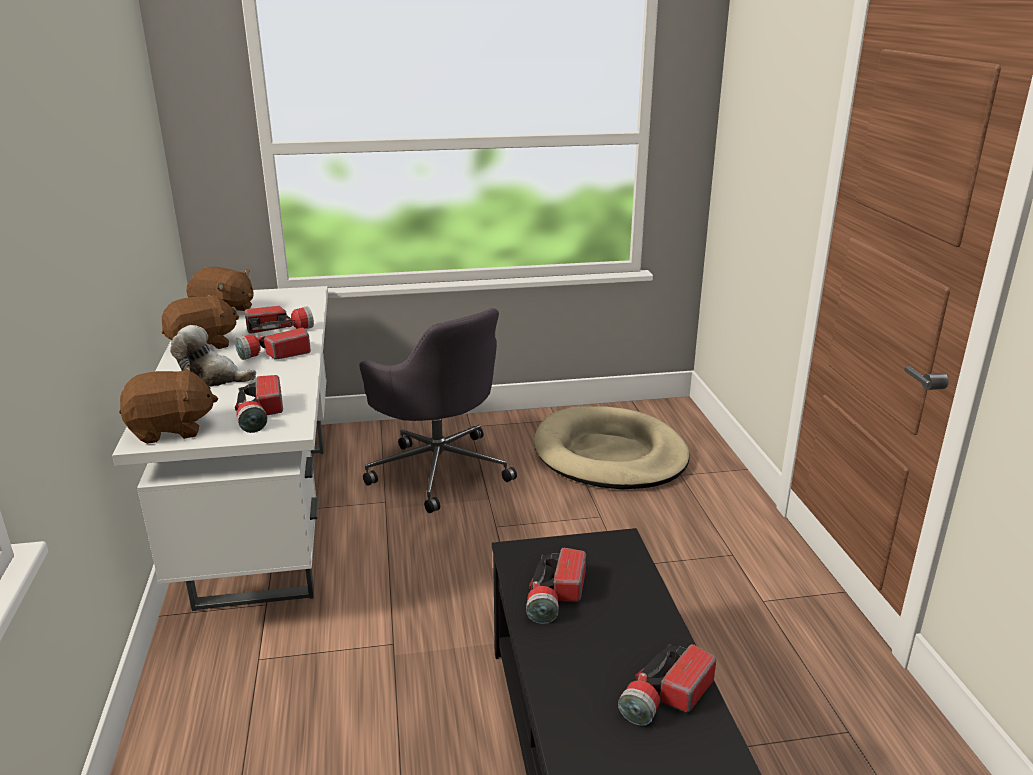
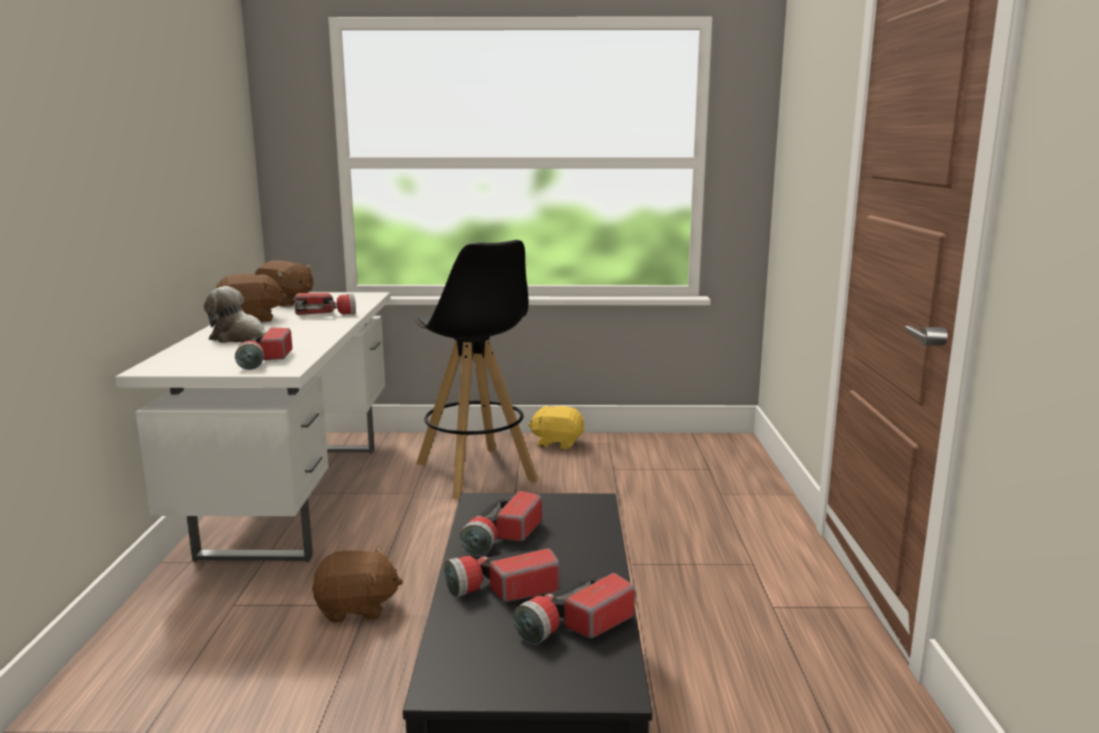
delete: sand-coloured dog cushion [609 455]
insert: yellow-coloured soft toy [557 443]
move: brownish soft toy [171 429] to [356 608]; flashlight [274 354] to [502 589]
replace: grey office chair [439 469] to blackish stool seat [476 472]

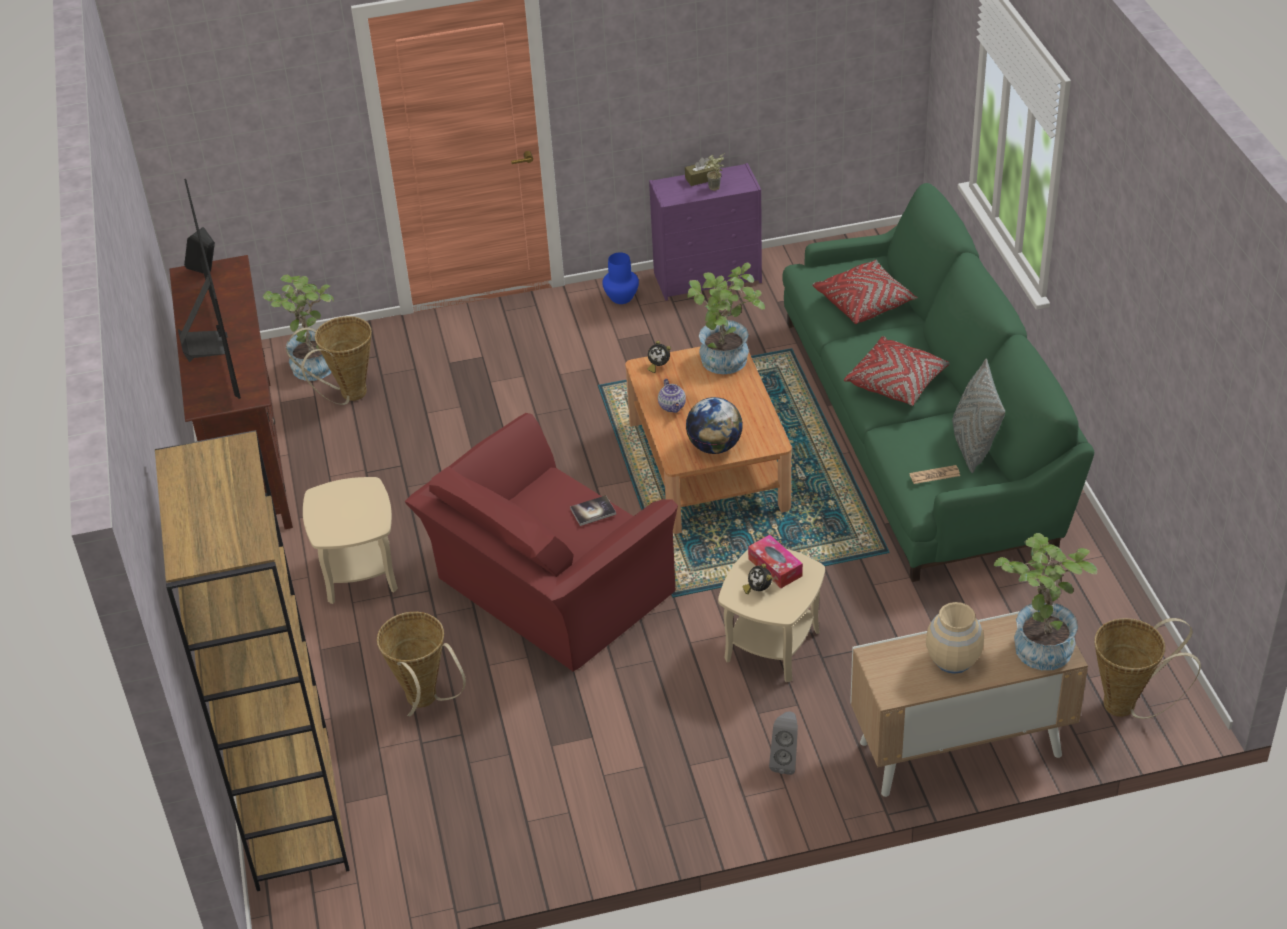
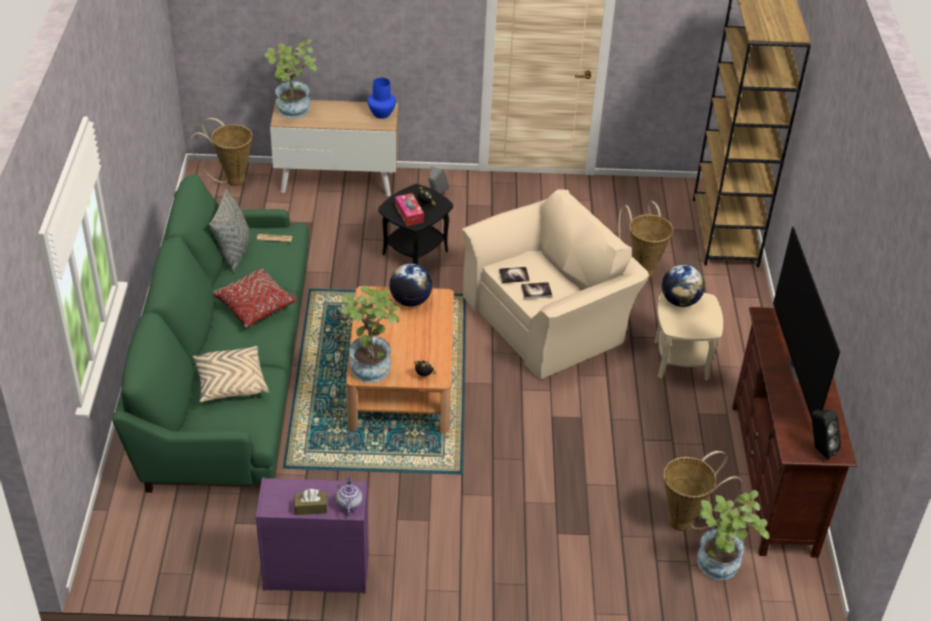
delete: houseplant [713 189]; sand-coloured flower vase [953 659]
insert: volume [536 291]; world globe [680 301]
move: pot for tea [672 407] to [348 504]; blue flower vase [622 297] to [381 114]
recolor: reddish throw pillow [864 303] to sand-coloured throw pillow [230 383]; sand-coloured end table [772 646] to blackish end table [415 252]; reddish lounge chair [547 591] to sand-coloured lounge chair [548 317]

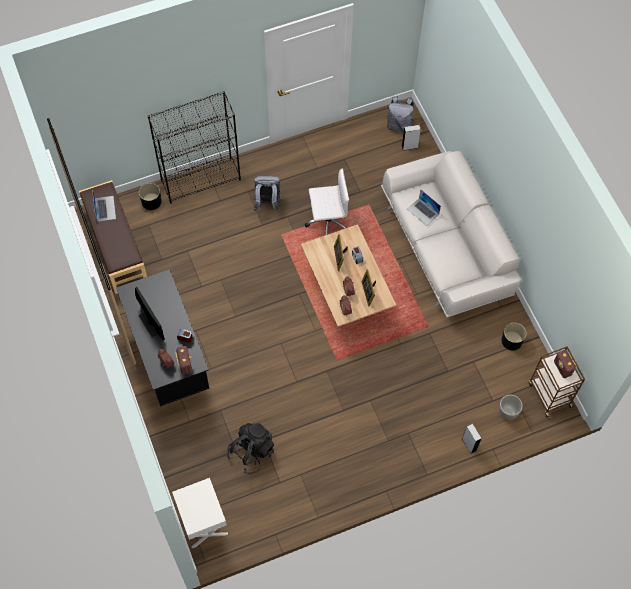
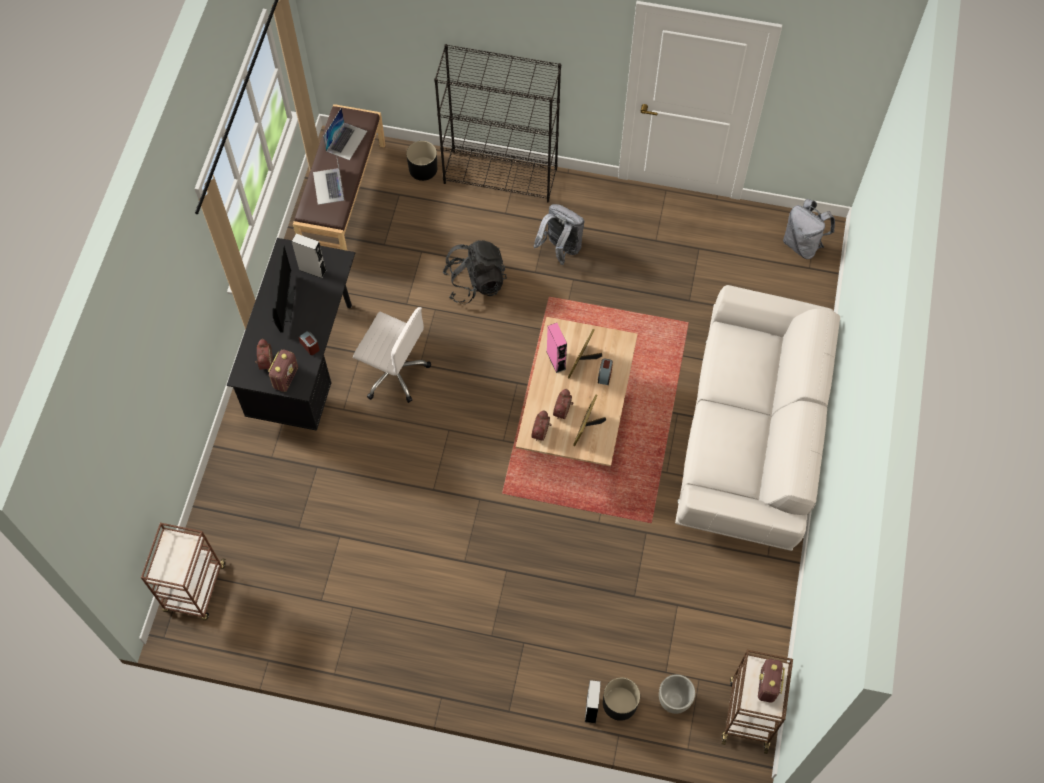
insert: pinkish audio speaker [556 360]
move: grey audio speaker [409 146] to [312 270]; laptop [423 212] to [328 186]; white-coloured office chair [327 223] to [393 372]; blackish rucksack [251 452] to [475 283]; blackish planter [511 340] to [619 703]
replace: white-coloured bedside table [202 523] to brownish trolley [195 589]

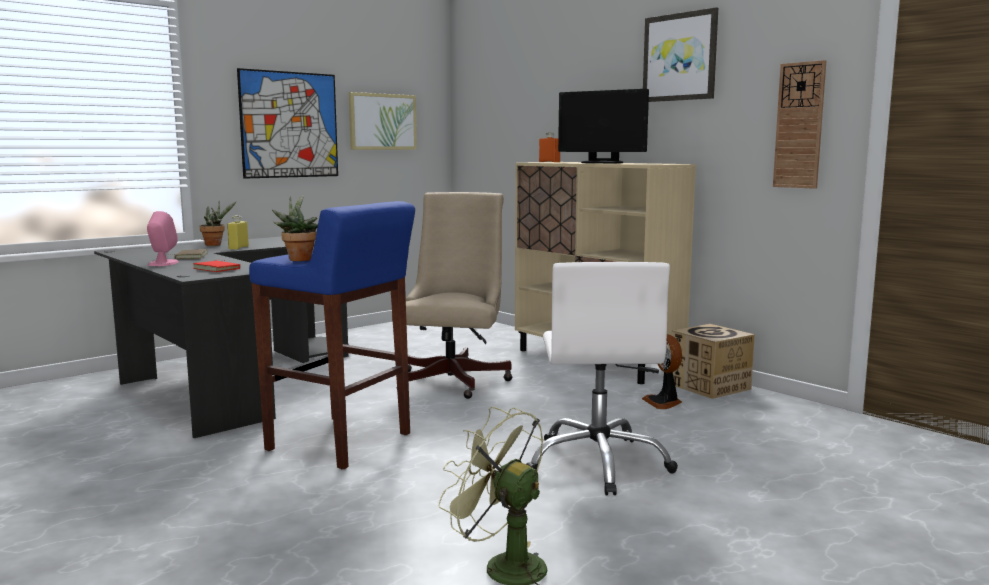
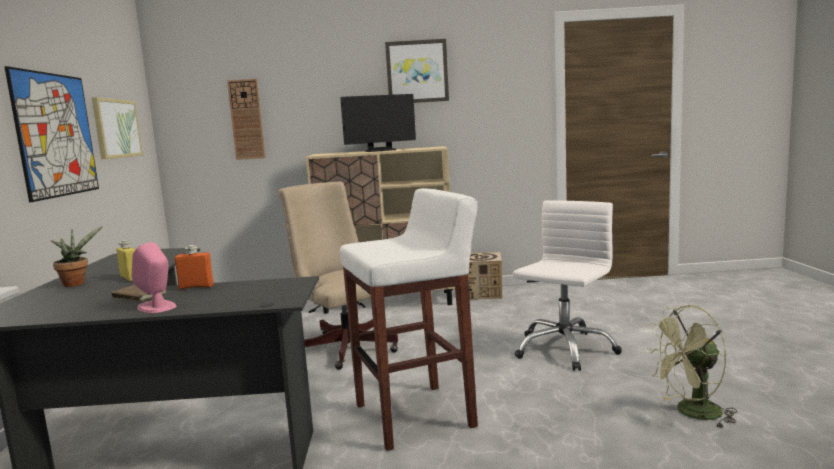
delete: reddish volume [218 269]; houseplant [299 259]; cooling fan [664 402]
move: orangey beverage bottle [549 162] to [196 287]; wall clock [799 125] to [246 119]
recolor: blue stool seat [341 442] to white-coloured stool seat [416 415]
rotate: white-coloured office chair [598 463] = [564 349] 90 degrees counterclockwise

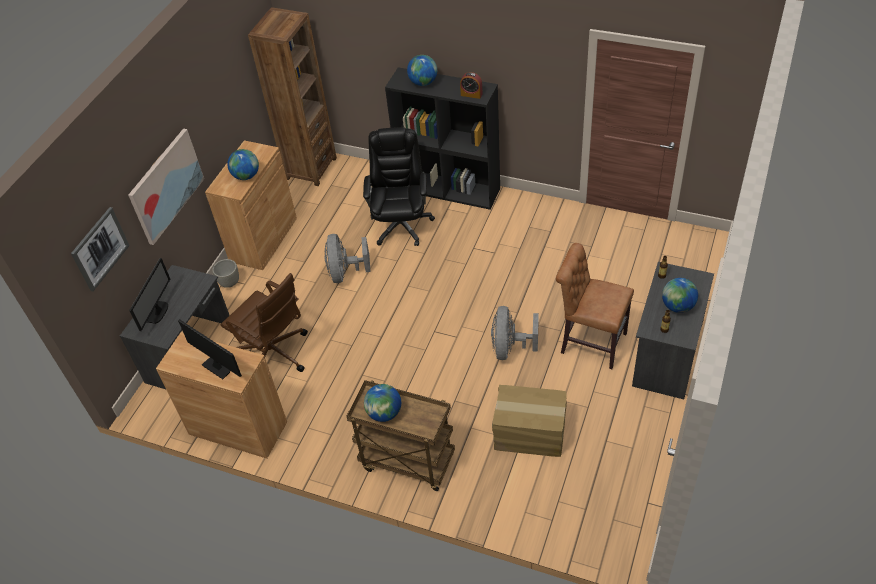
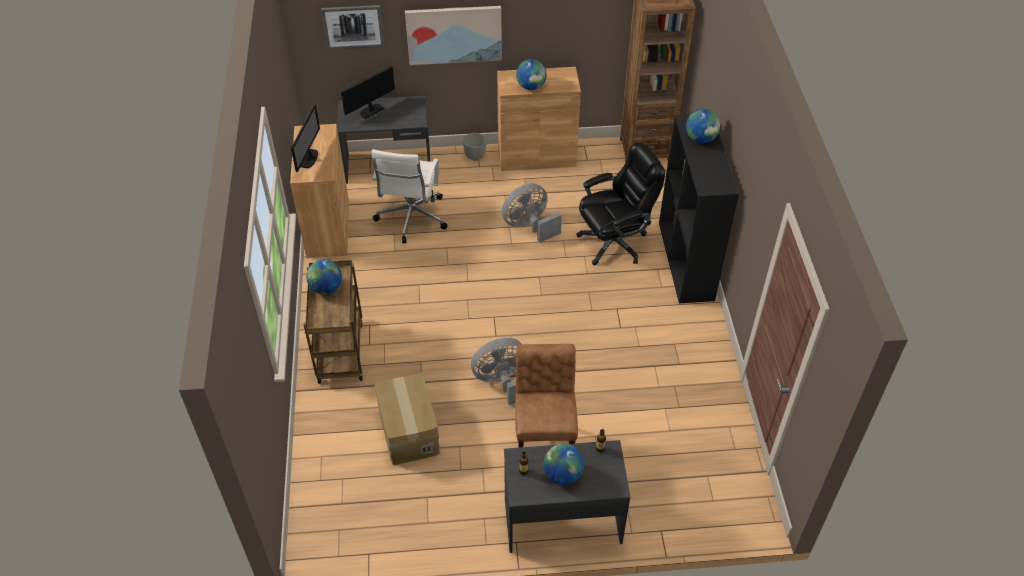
delete: bedside clock [471 94]
recolor: brownish office chair [274 355] to white-coloured office chair [411 218]
rotate: computer screen [159 312] = [371 111] 150 degrees clockwise

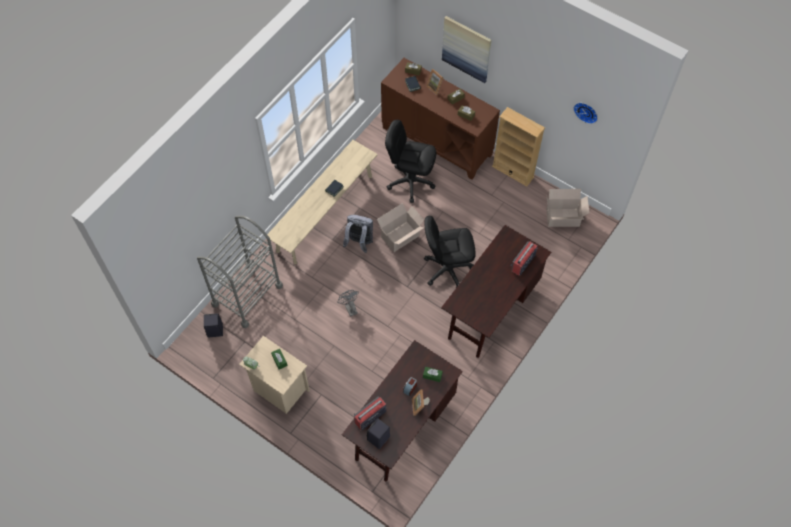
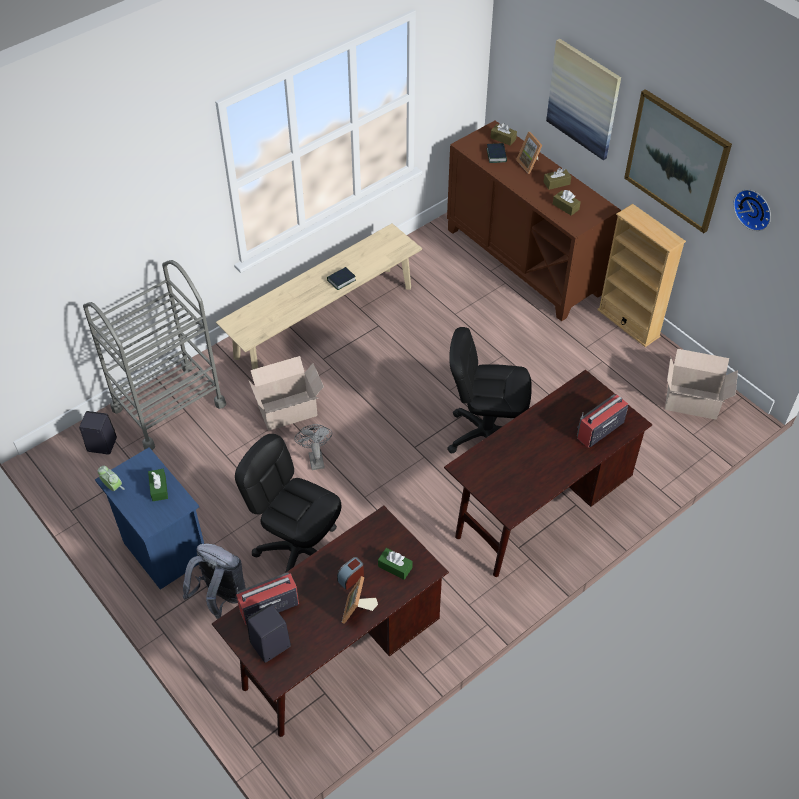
insert: wall picture [676 161]
move: grey rucksack [359 242] to [220 597]; blackish office chair [410 182] to [298 551]; packing box [401 236] to [289 410]
recolor: sand-coloured bedside table [279 389] to blue bedside table [163 551]

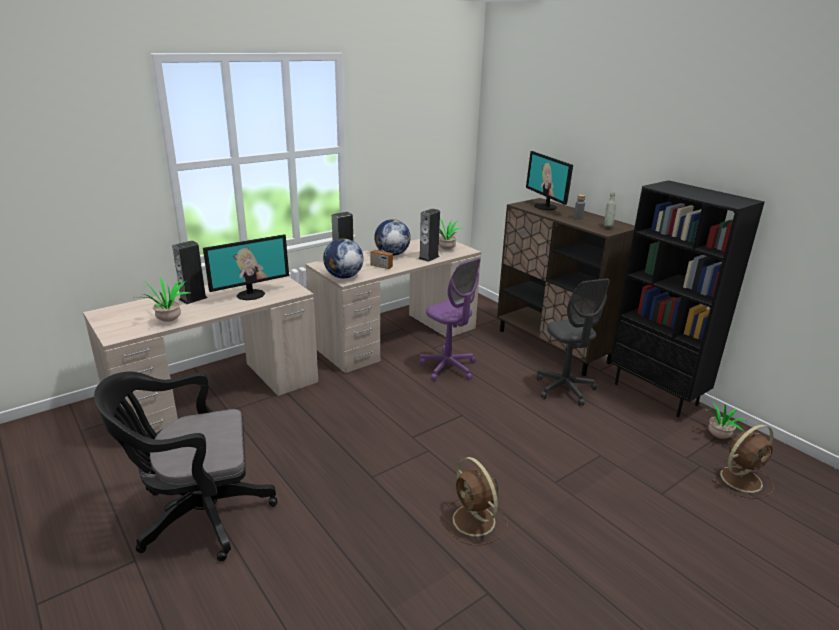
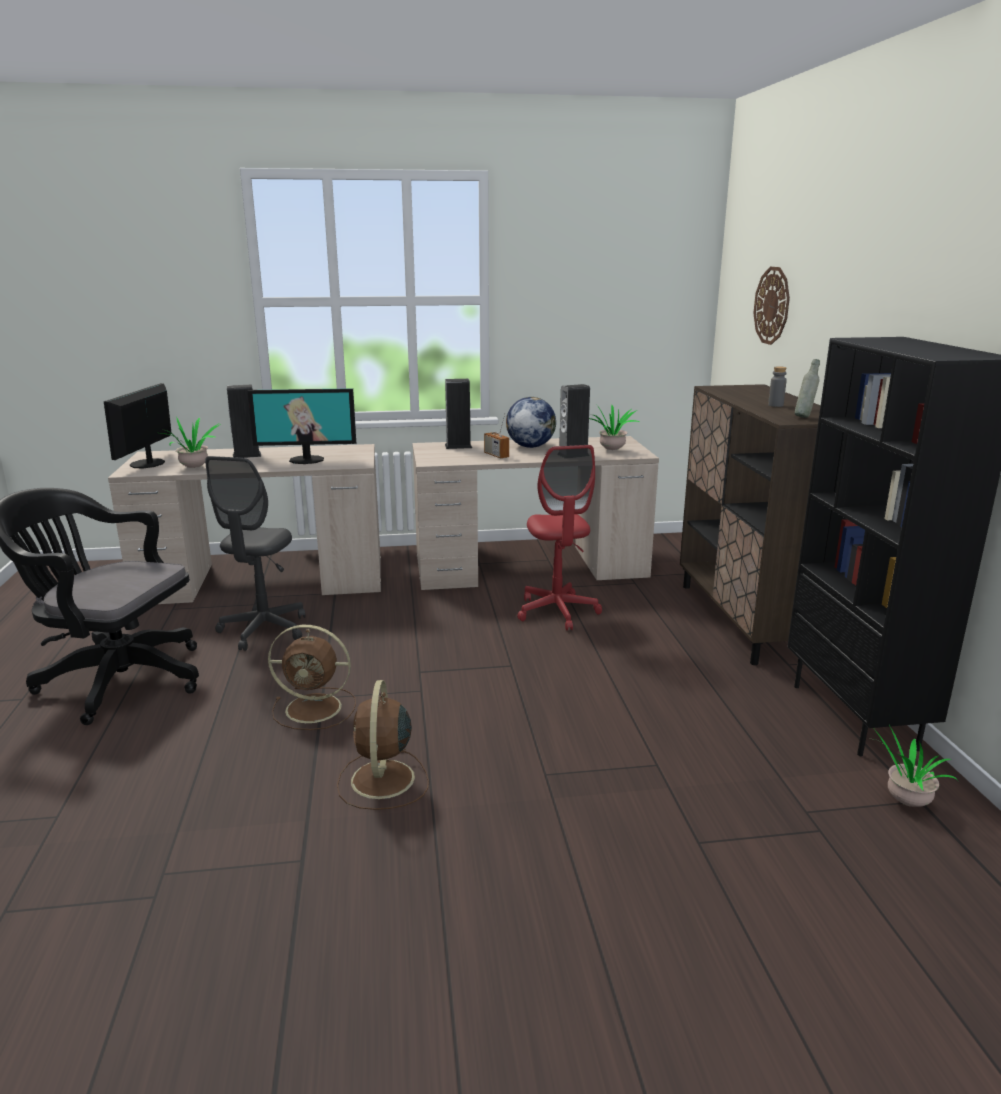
delete: world globe [343 277]
insert: wall clock [772 305]
move: computer screen [546 207] to [148 464]; grey office chair [564 389] to [264 630]; brownish cooling fan [742 479] to [316 708]
recolor: purplish office chair [448 367] to reddish office chair [557 612]

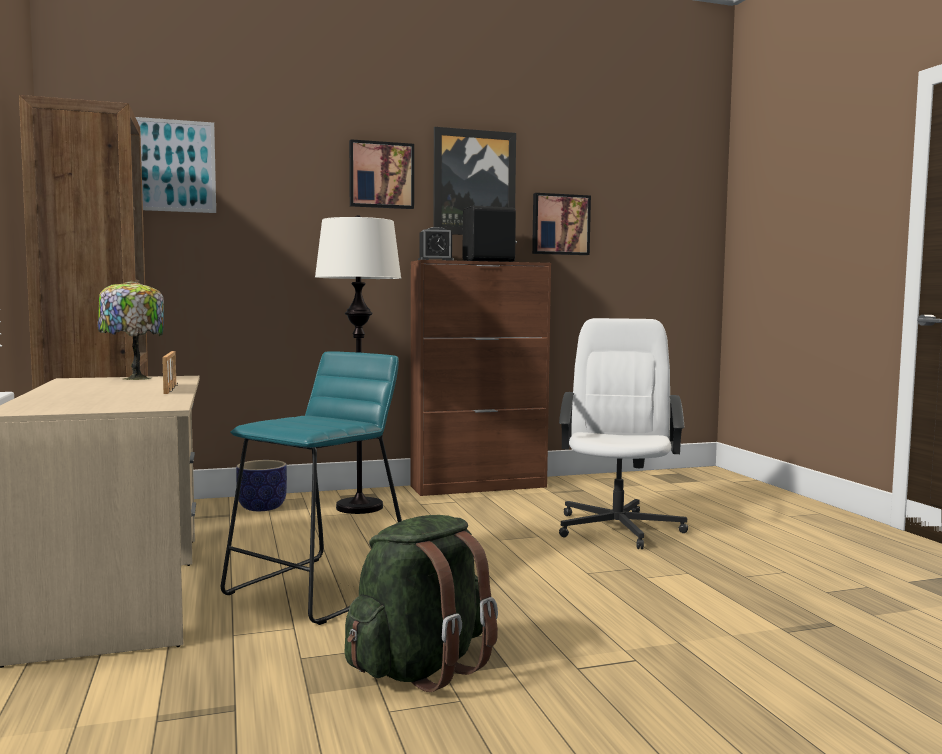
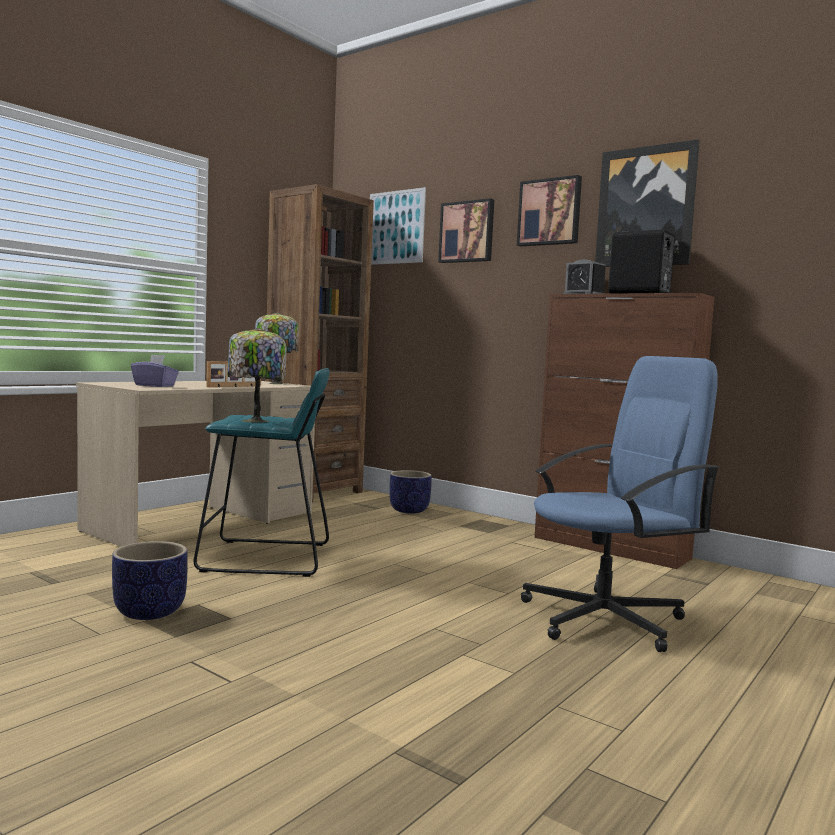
delete: white-coloured floor lamp [359 507]
insert: purplish box of tissues [155 386]; table lamp [254 421]
move: wall picture [560 224] to [467 232]
replace: green-coloured rucksack [421 668] to planter [149 612]
recolor: white-coloured office chair [618 528] to blue office chair [605 619]

